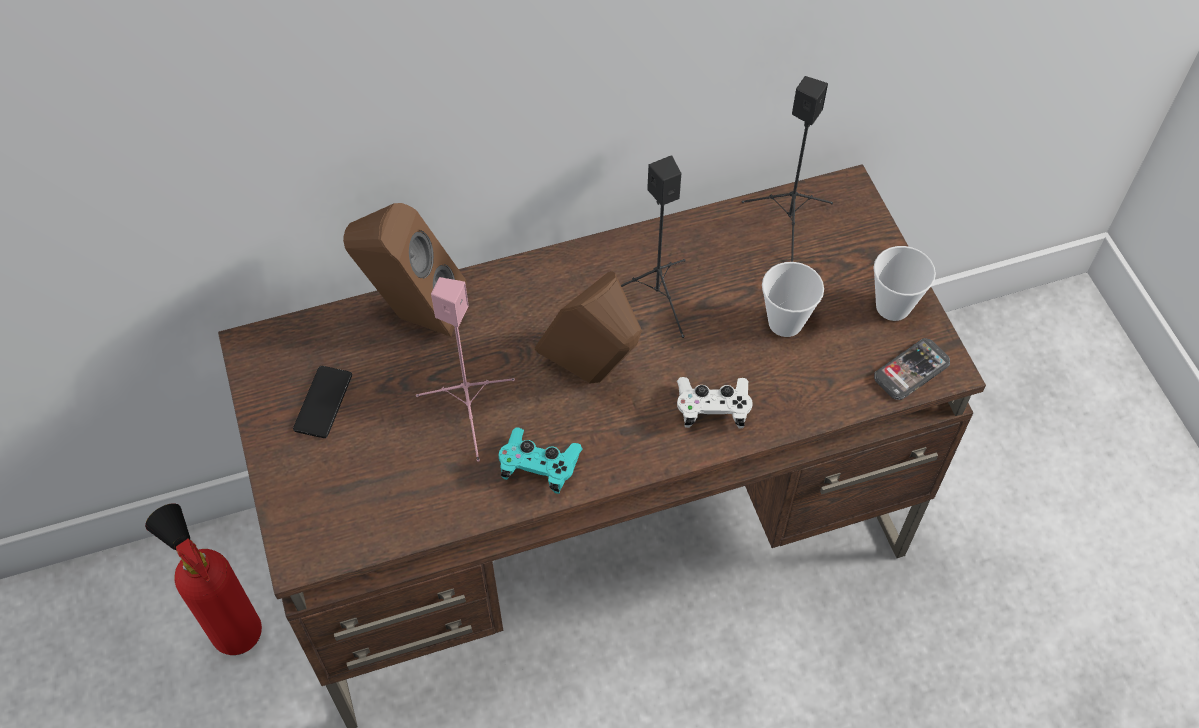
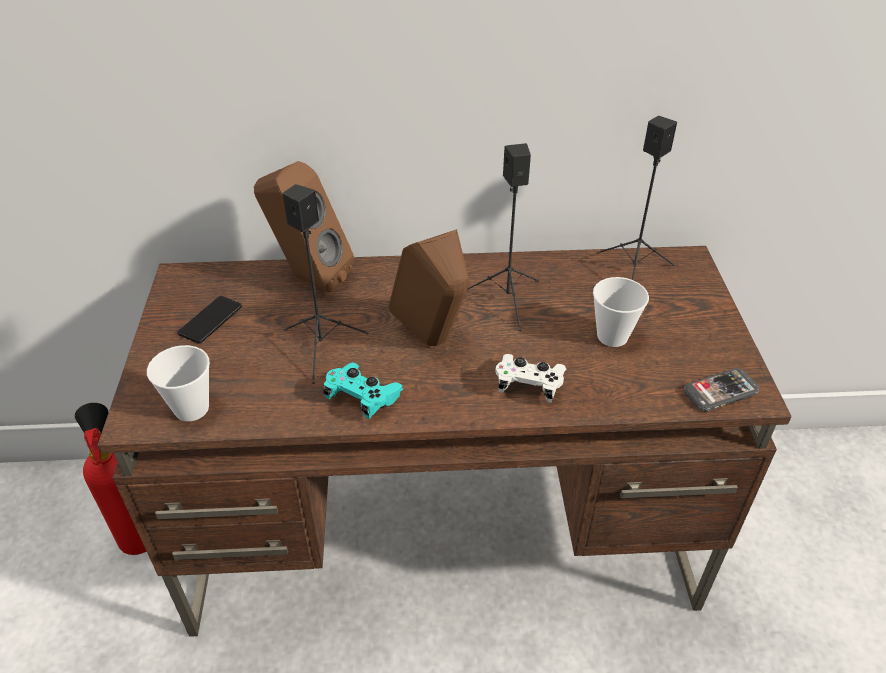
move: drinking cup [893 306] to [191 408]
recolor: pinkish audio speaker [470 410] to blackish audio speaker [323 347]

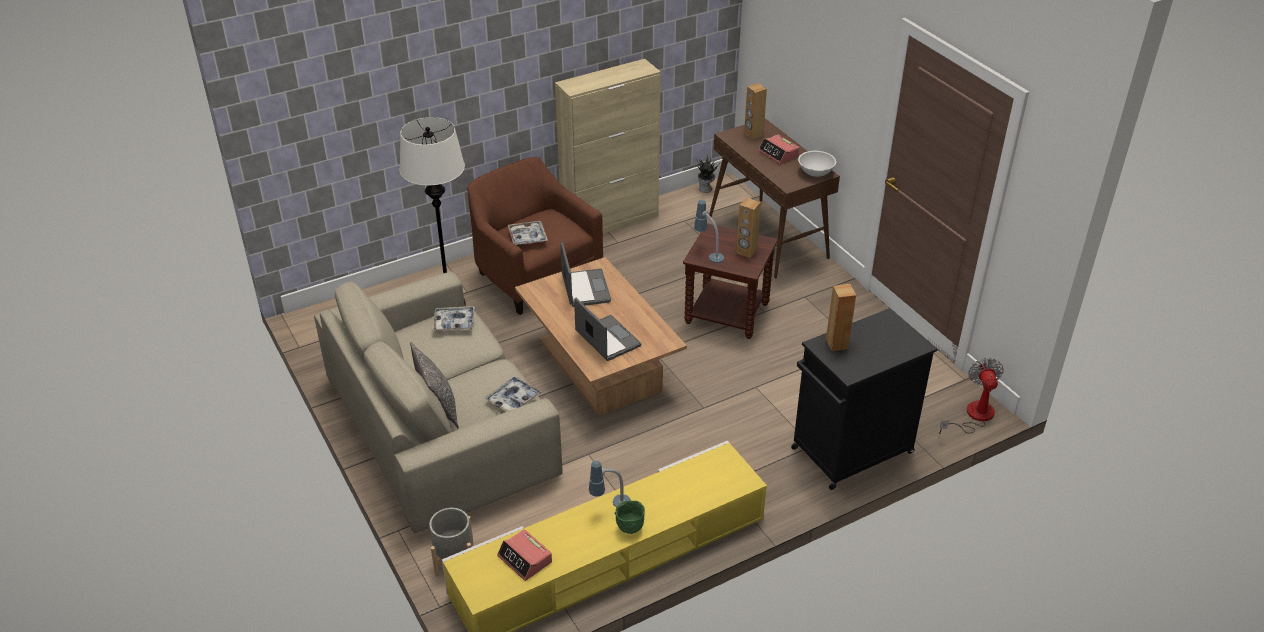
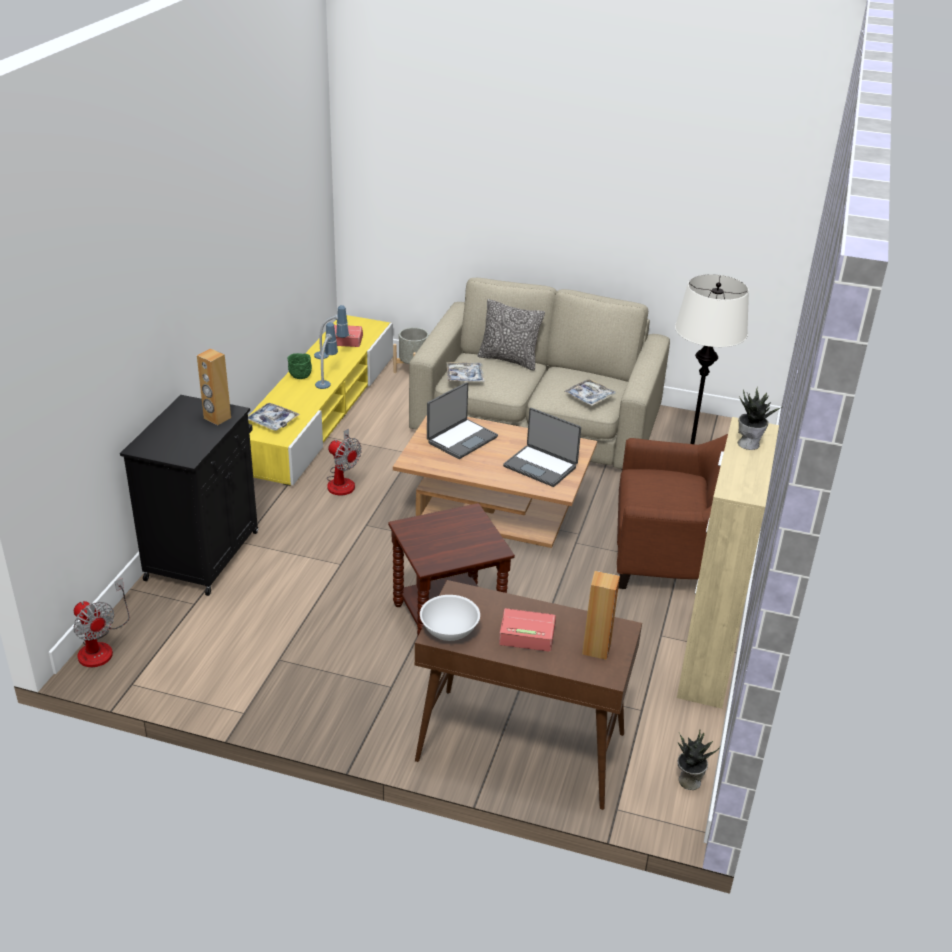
delete: brownish audio speaker [746 252]
insert: cooling fan [342 481]; houseplant [749 443]
move: tray [527 237] to [272 421]; table lamp [708 254] to [331 356]
rotate: laptop [606 339] = [461 439] 60 degrees counterclockwise

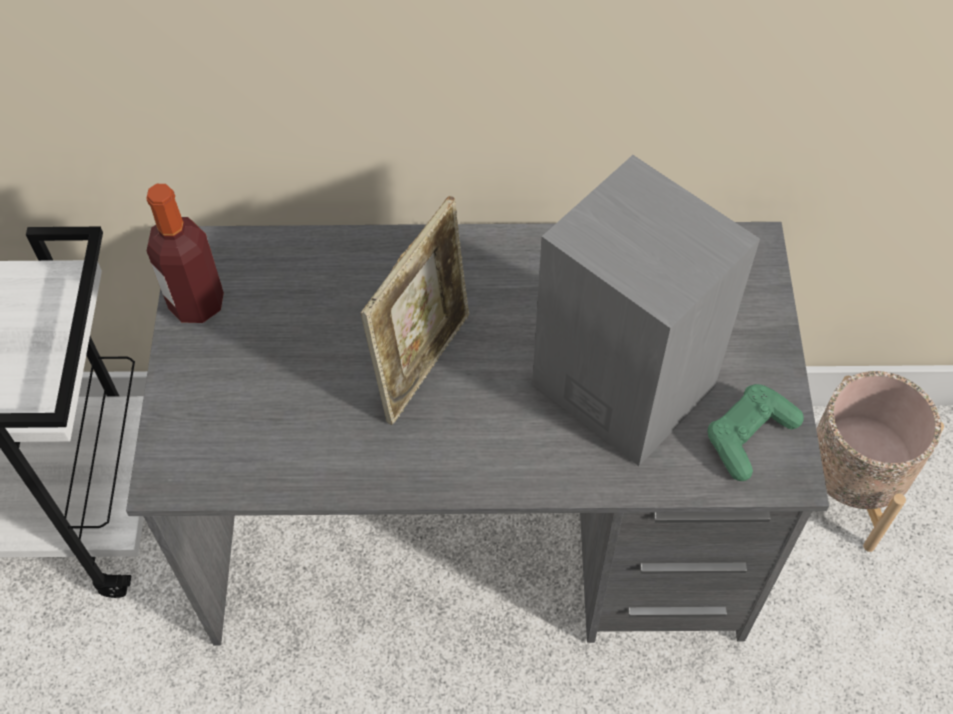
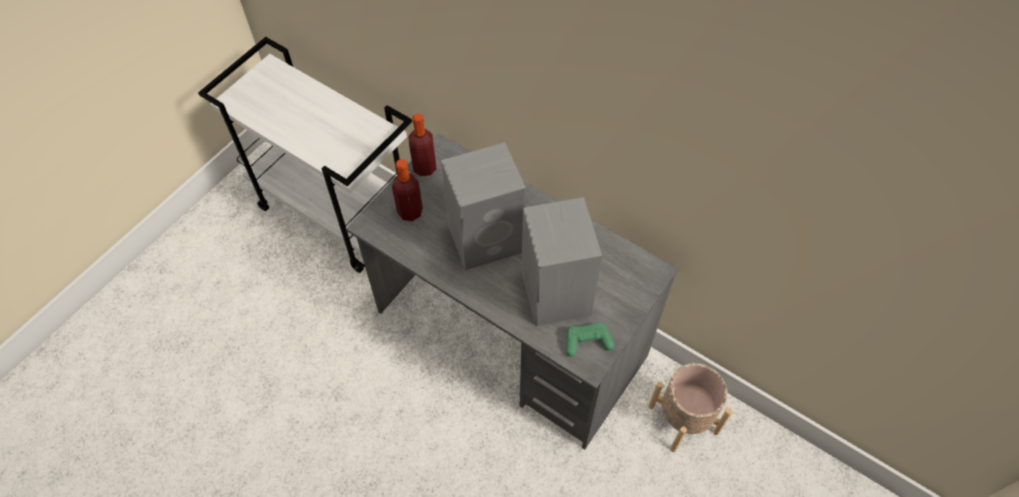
insert: beverage bottle [410 212]
replace: picture frame [424 363] to grey audio speaker [487 239]

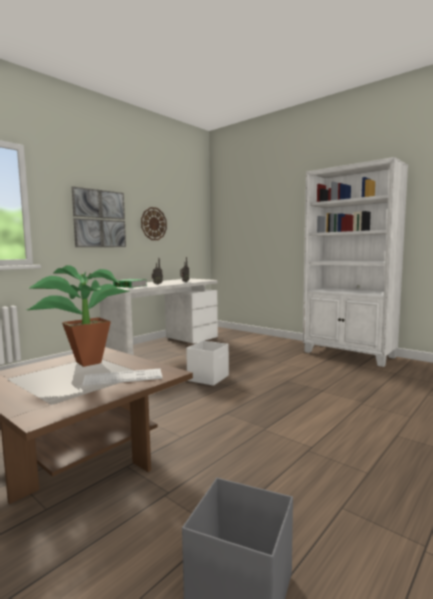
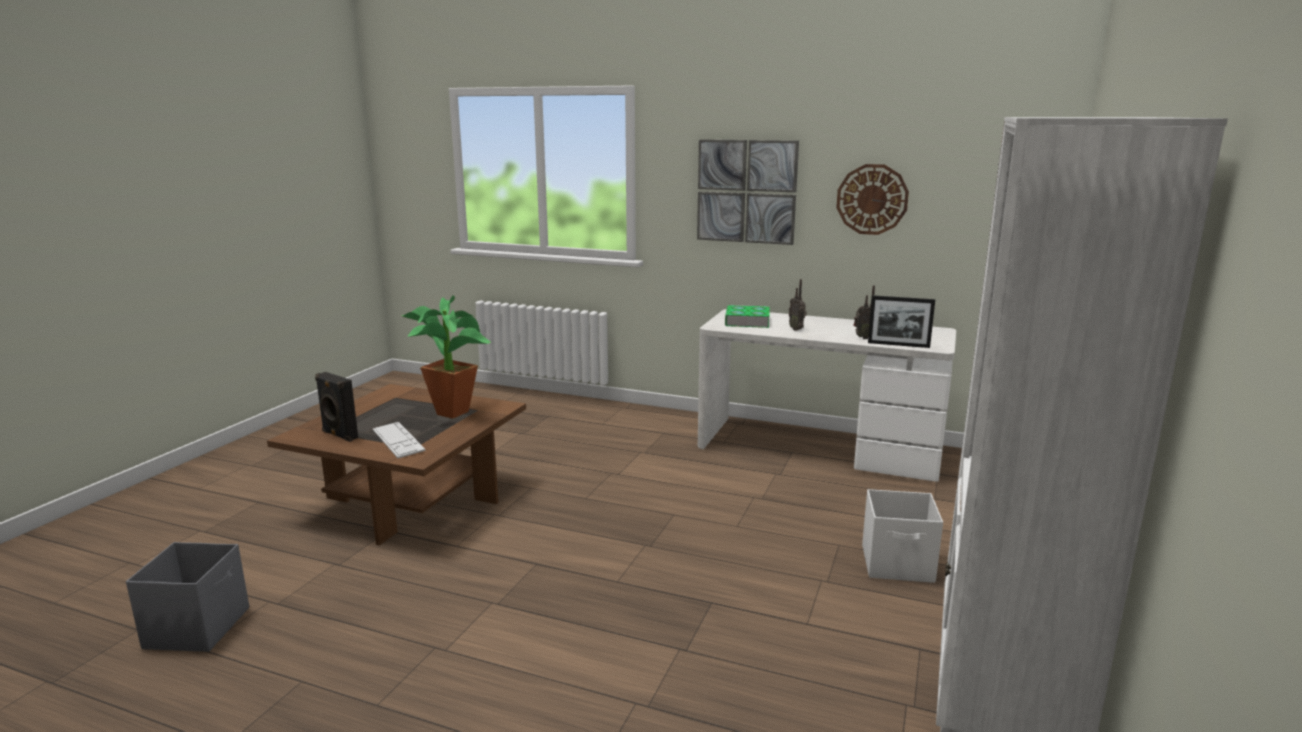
insert: blackish audio speaker [339 435]; picture frame [898 345]
move: white-coloured storage bin [208 378] to [898 564]

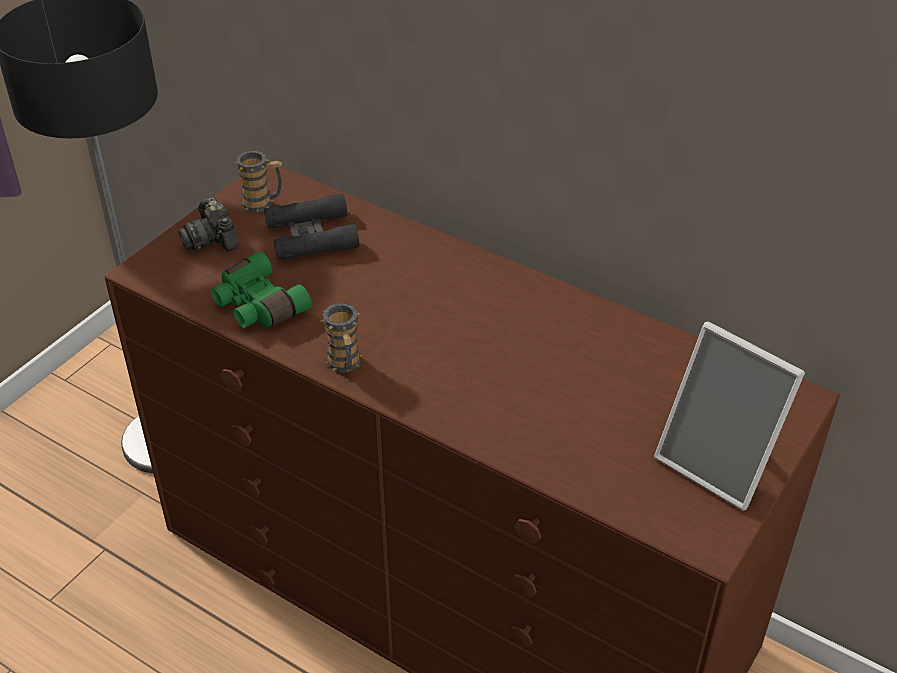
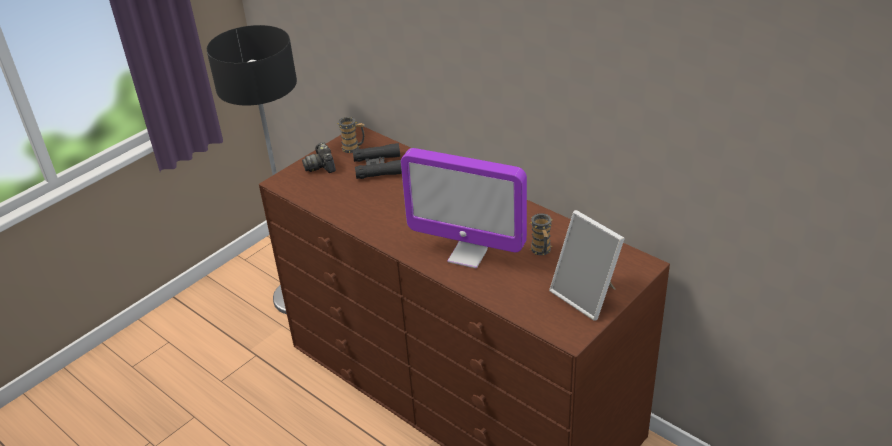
delete: green-coloured binoculars [257 306]
insert: computer screen [468 255]
move: coffee mug [345 365] to [541 251]

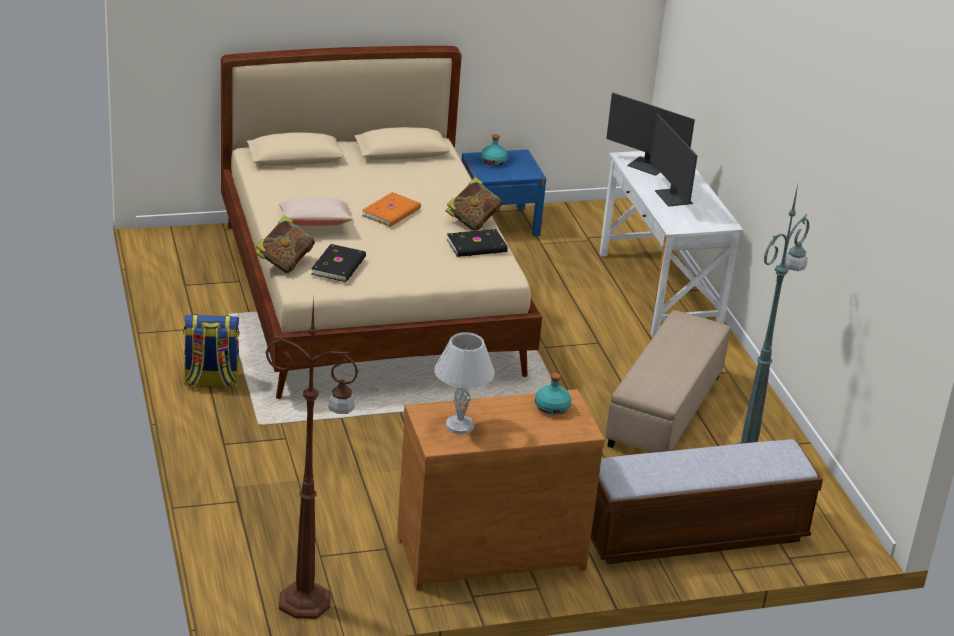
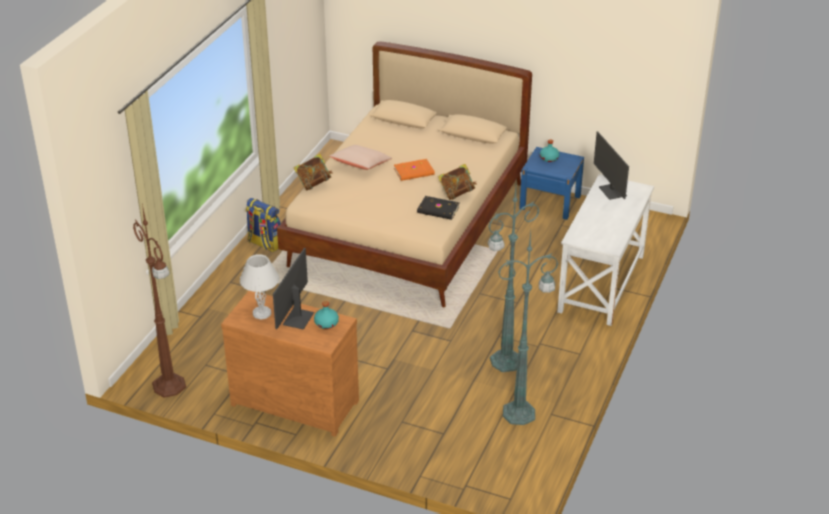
delete: blackish volume [339 266]; indoor bench [694 534]
move: computer screen [672 197] to [297 318]
replace: sand-coloured pouffe [663 410] to green-coloured floor lamp [504 361]

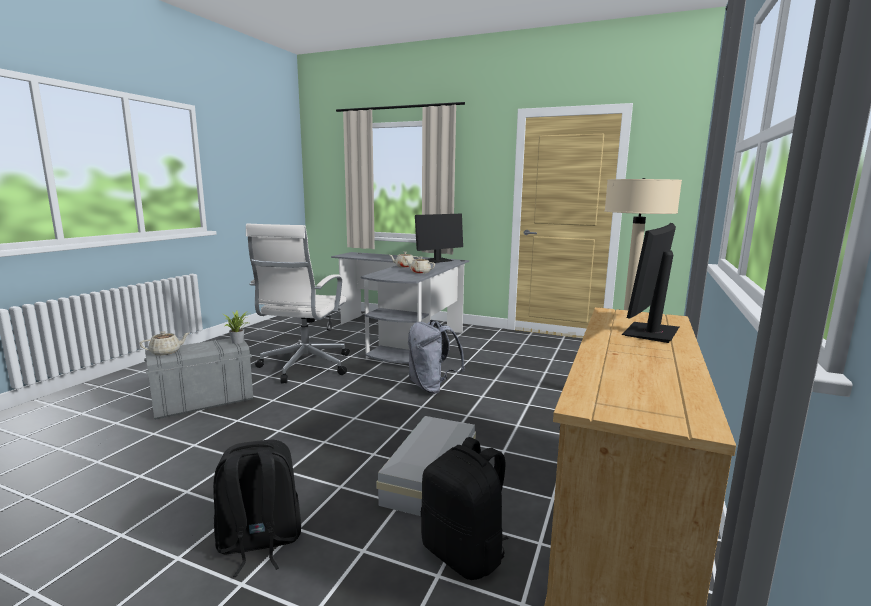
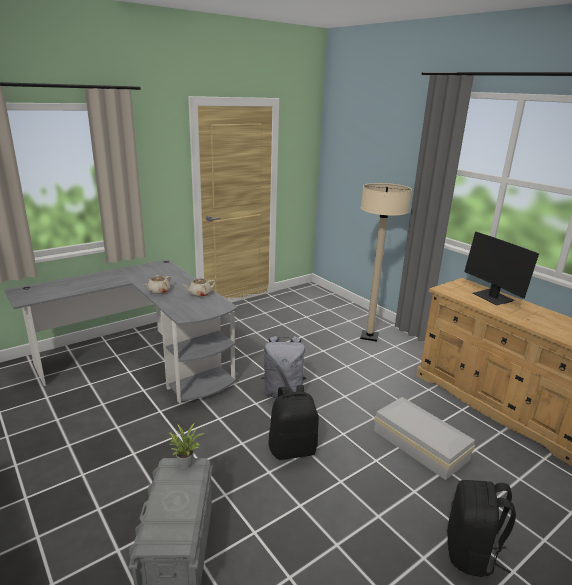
delete: sand-coloured pot for tea [166 352]; white-coloured office chair [304 367]; computer screen [437 261]
move: blackish rucksack [464 553] to [292 449]

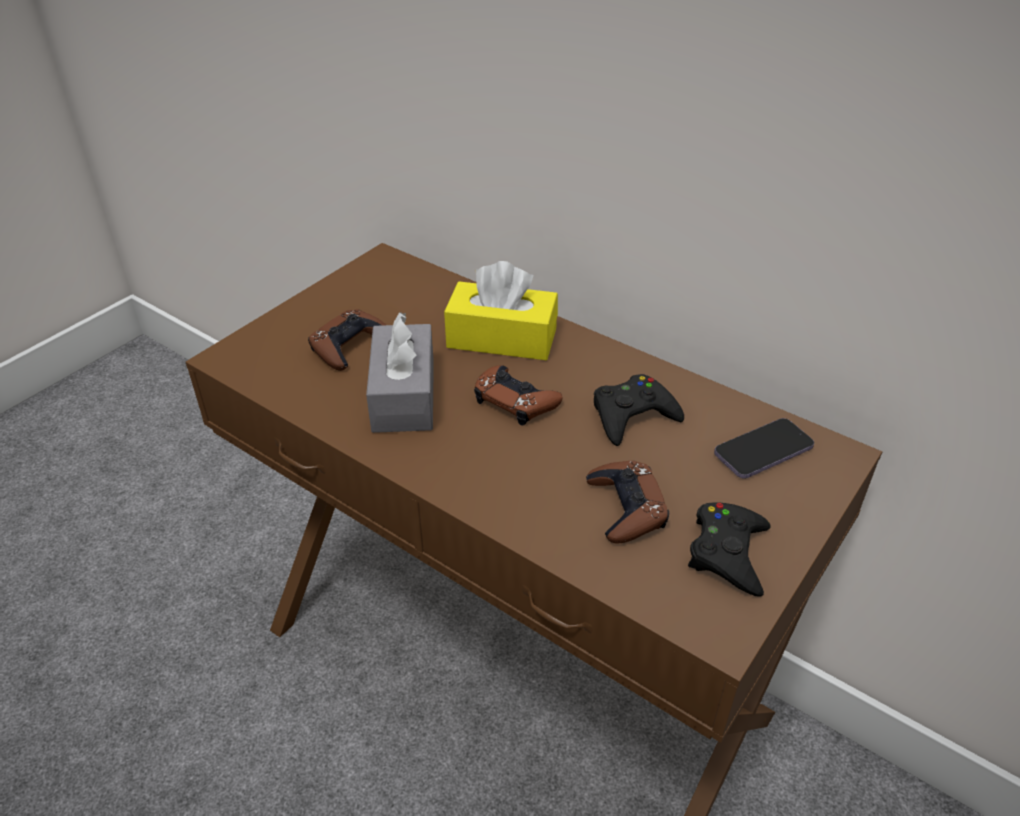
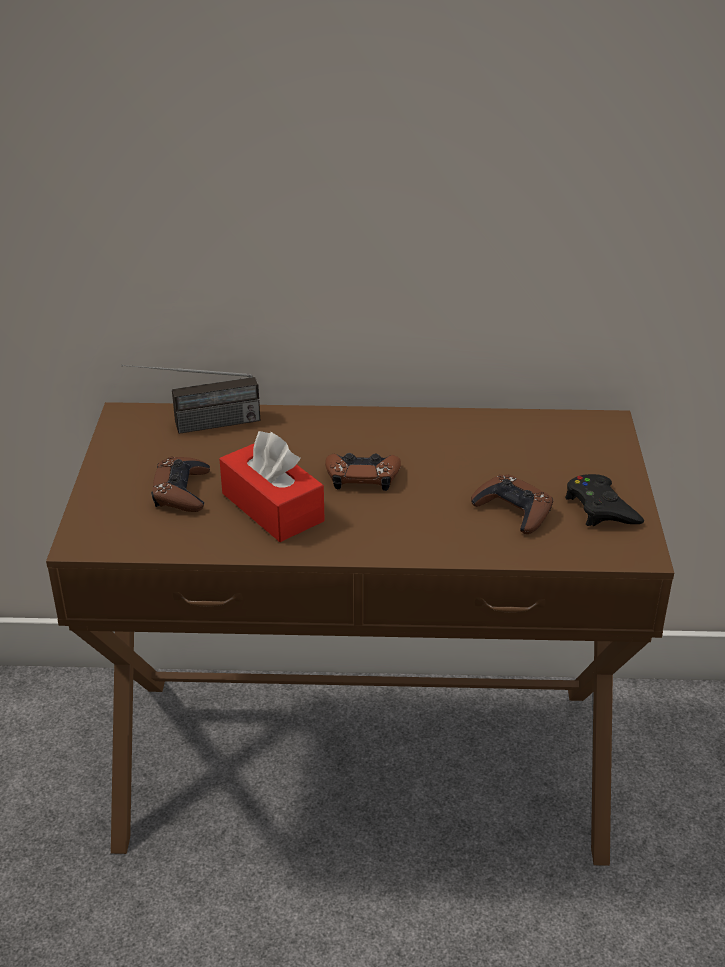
delete: yellow-coloured box of tissues [501 338]; blackish gamepad [632 416]; phone [763 451]
insert: radio set [195 426]
recolor: grey box of tissues [404 395] to reddish box of tissues [272 507]

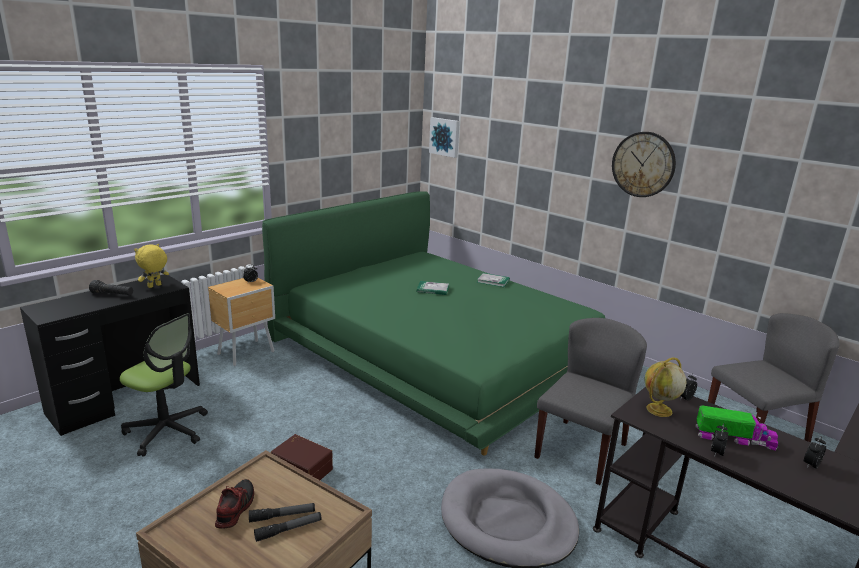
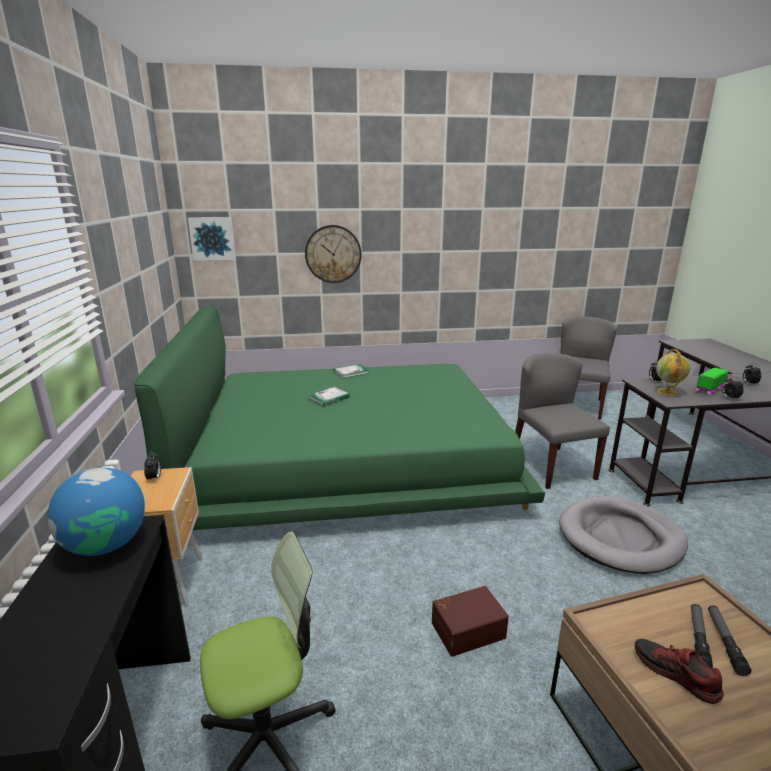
delete: blackish flashlight [112 295]
move: wall clock [643 164] to [333 254]
replace: yellow-coloured soft toy [154 286] to world globe [106 544]

